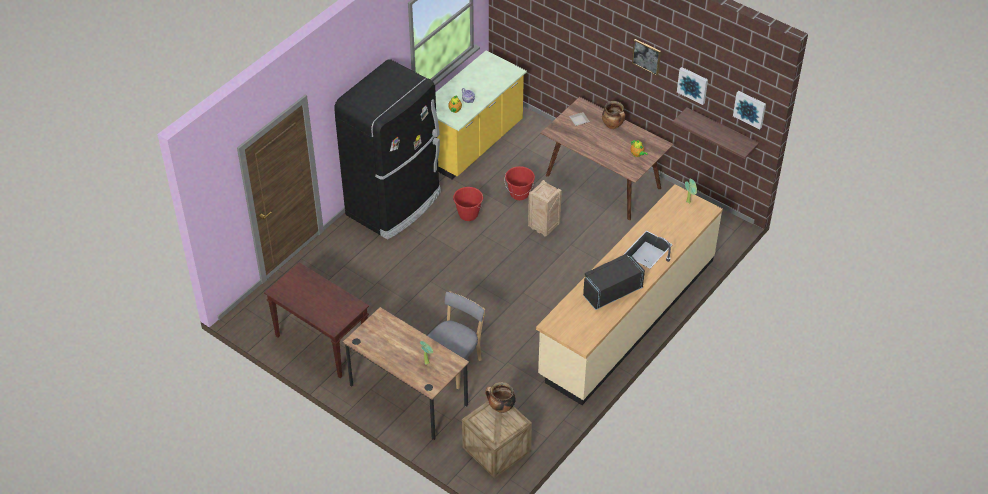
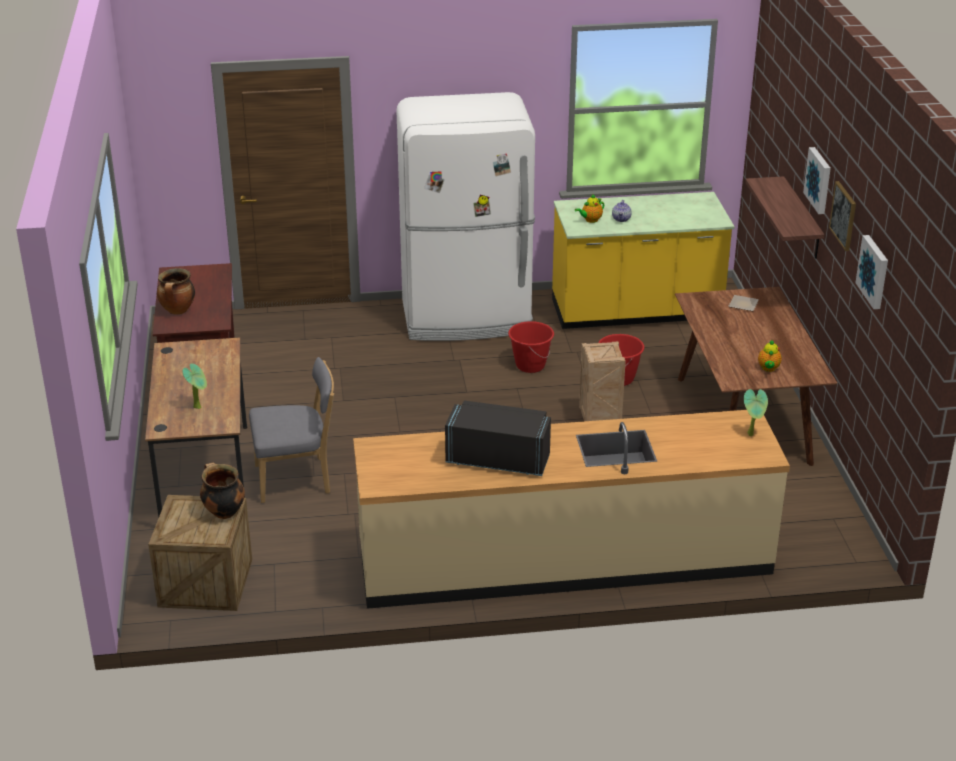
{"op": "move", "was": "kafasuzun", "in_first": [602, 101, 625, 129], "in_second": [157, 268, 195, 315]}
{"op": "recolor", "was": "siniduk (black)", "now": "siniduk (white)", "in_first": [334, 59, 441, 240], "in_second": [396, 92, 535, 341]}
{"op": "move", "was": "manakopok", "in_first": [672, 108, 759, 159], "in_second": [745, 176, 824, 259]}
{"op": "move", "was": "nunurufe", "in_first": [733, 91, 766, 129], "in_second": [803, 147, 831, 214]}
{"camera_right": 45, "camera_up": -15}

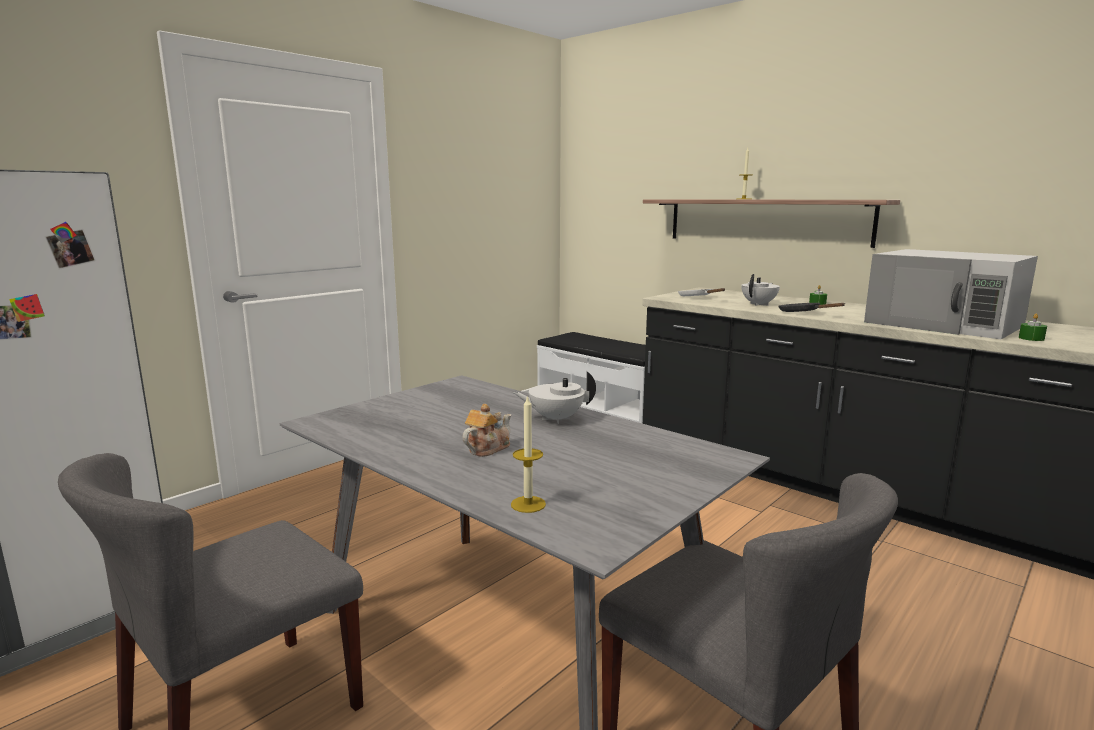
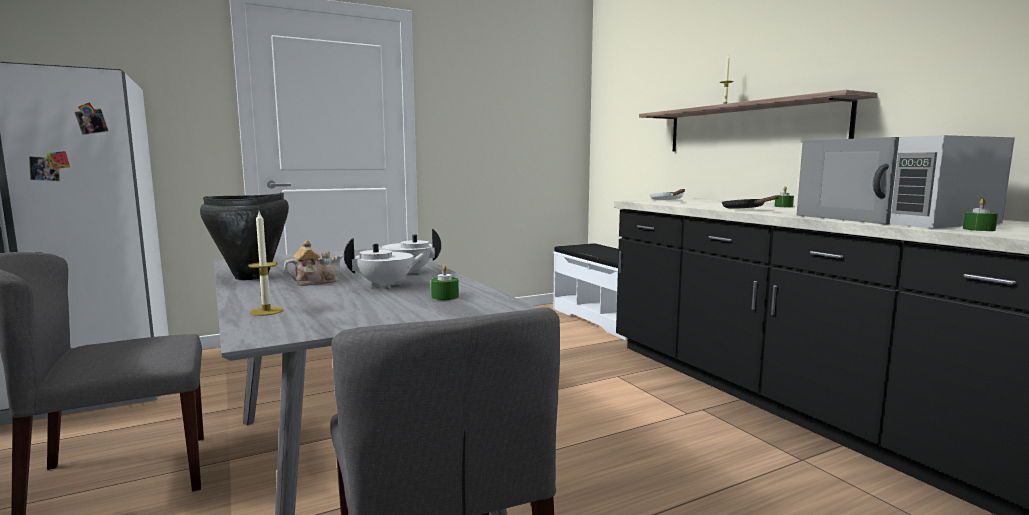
{"op": "insert", "now": "kafasuzun (black)", "in_second": [200, 192, 289, 280]}
{"op": "move", "was": "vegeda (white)", "in_first": [741, 274, 780, 306], "in_second": [344, 238, 427, 289]}
{"op": "insert", "now": "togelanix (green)", "in_second": [431, 265, 459, 300]}
{"camera_right": 20, "camera_up": -5}

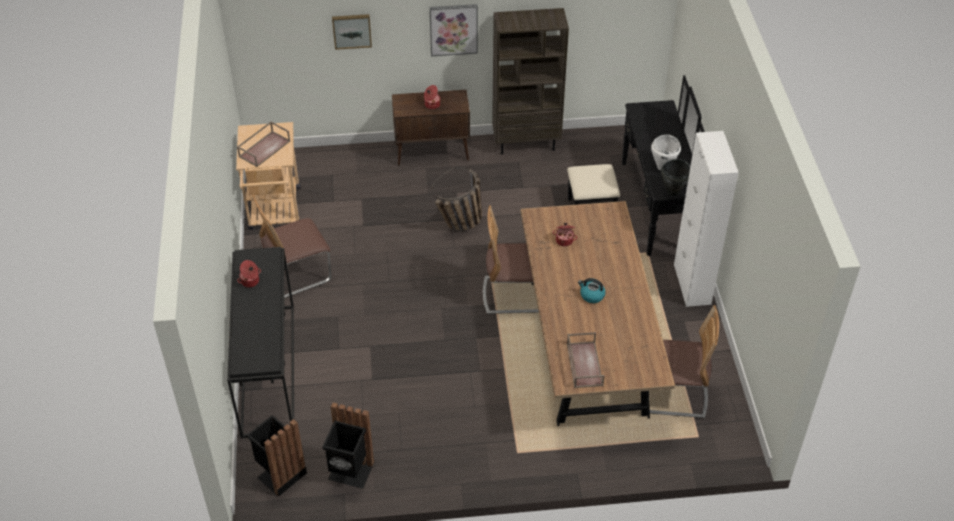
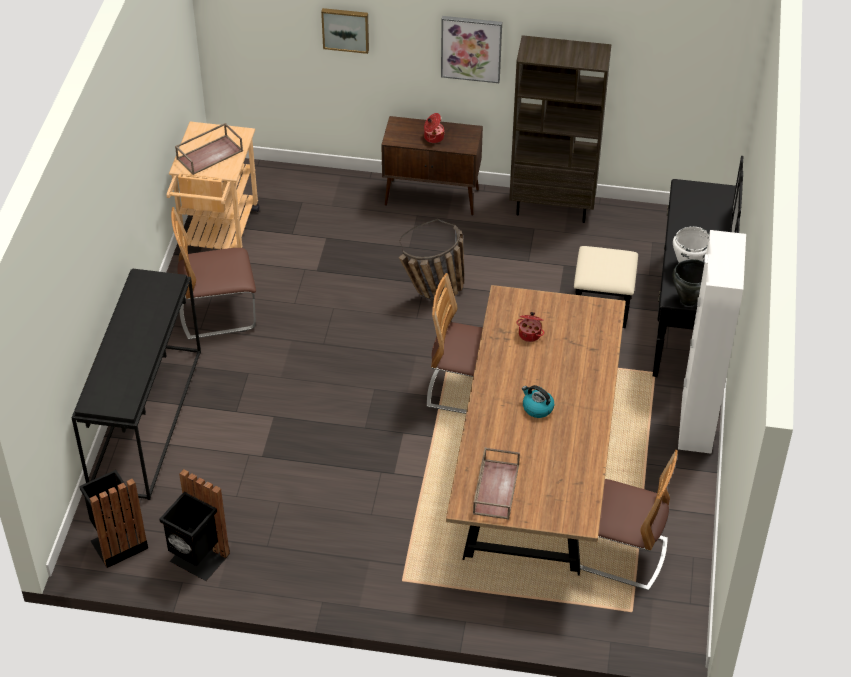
{"op": "delete", "was": "kafasuzun", "in_first": [237, 260, 261, 287]}
{"camera_right": 15, "camera_up": 0}

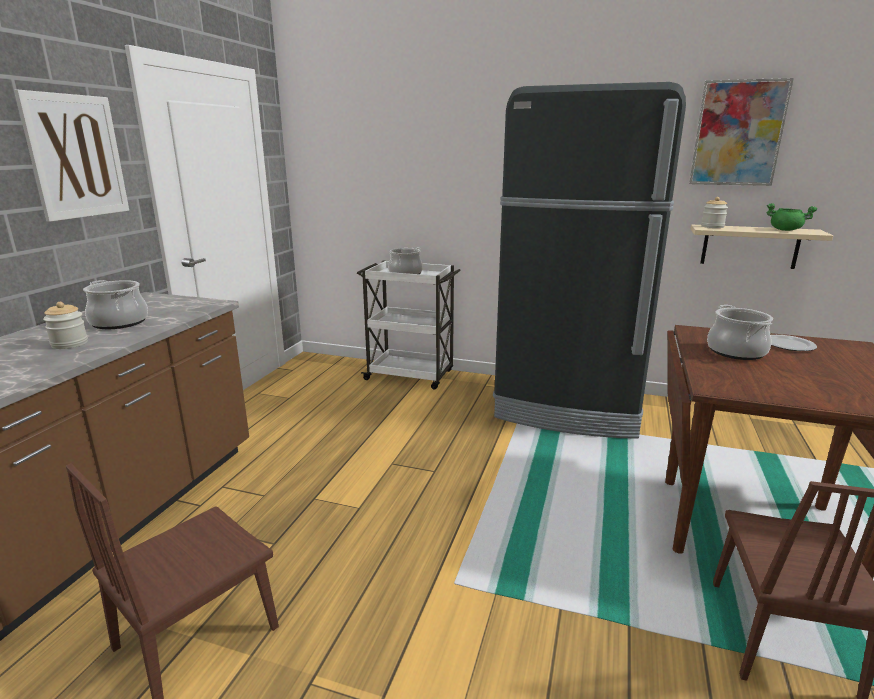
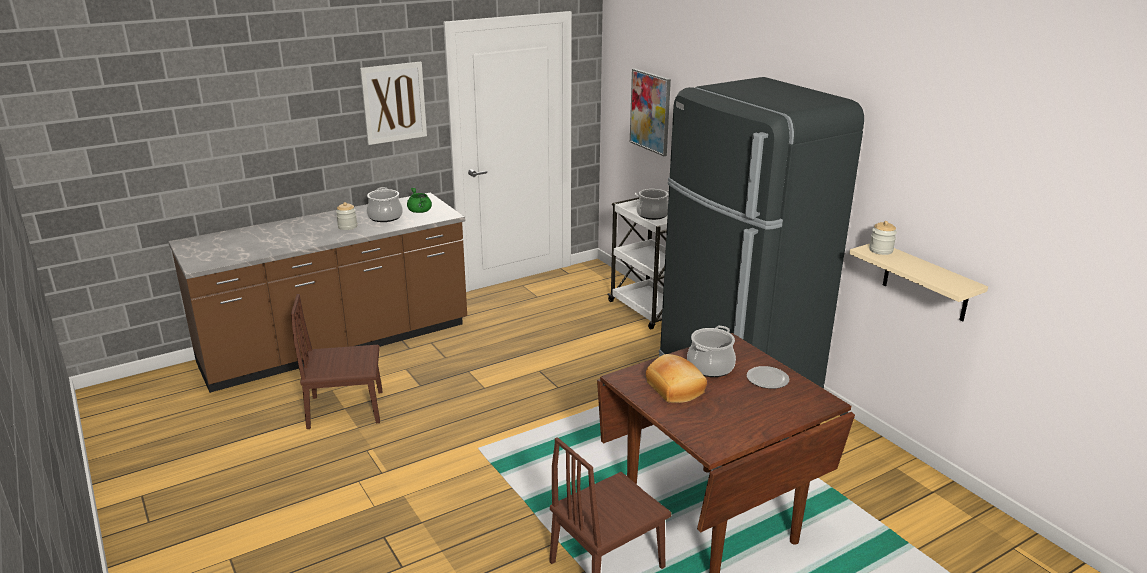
{"op": "move", "was": "kafasuzun (green)", "in_first": [767, 203, 818, 231], "in_second": [407, 188, 432, 213]}
{"op": "move", "was": "nunurufe", "in_first": [689, 78, 794, 186], "in_second": [630, 69, 671, 156]}
{"op": "insert", "now": "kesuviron", "in_second": [646, 354, 707, 403]}
{"camera_right": 40, "camera_up": 5}

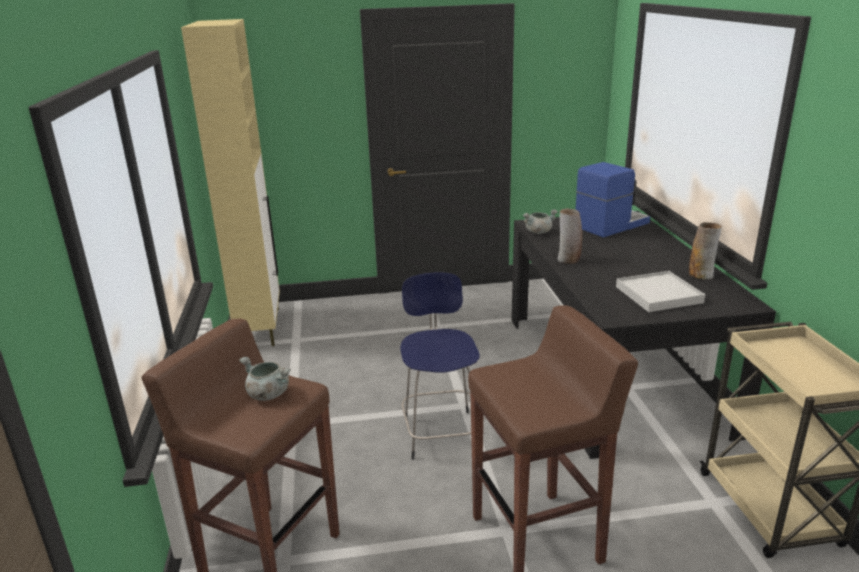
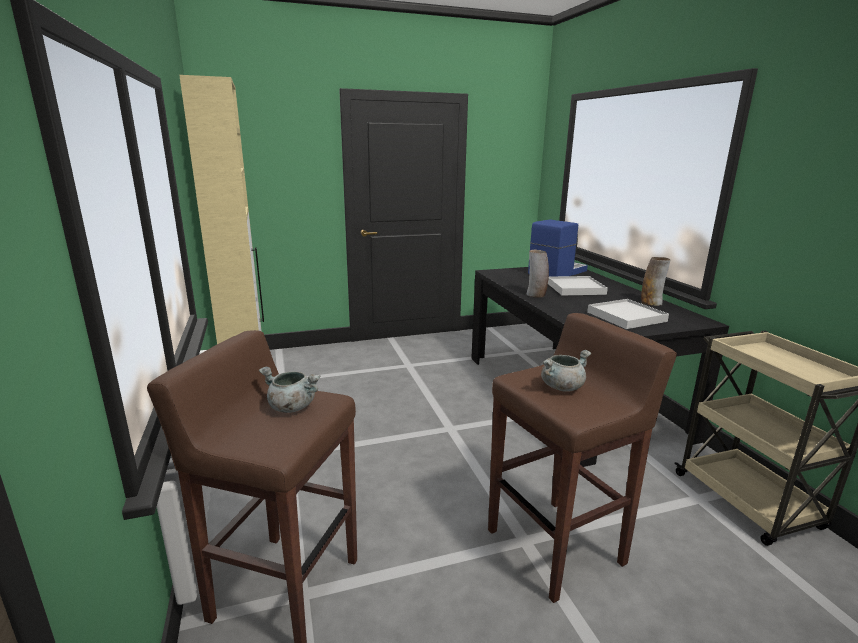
{"op": "move", "was": "kafasuzun (grey)", "in_first": [523, 209, 558, 234], "in_second": [541, 350, 591, 392]}
{"op": "insert", "now": "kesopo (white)", "in_second": [548, 276, 608, 295]}
{"op": "delete", "was": "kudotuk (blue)", "in_first": [400, 272, 480, 460]}
{"camera_right": -10, "camera_up": -5}

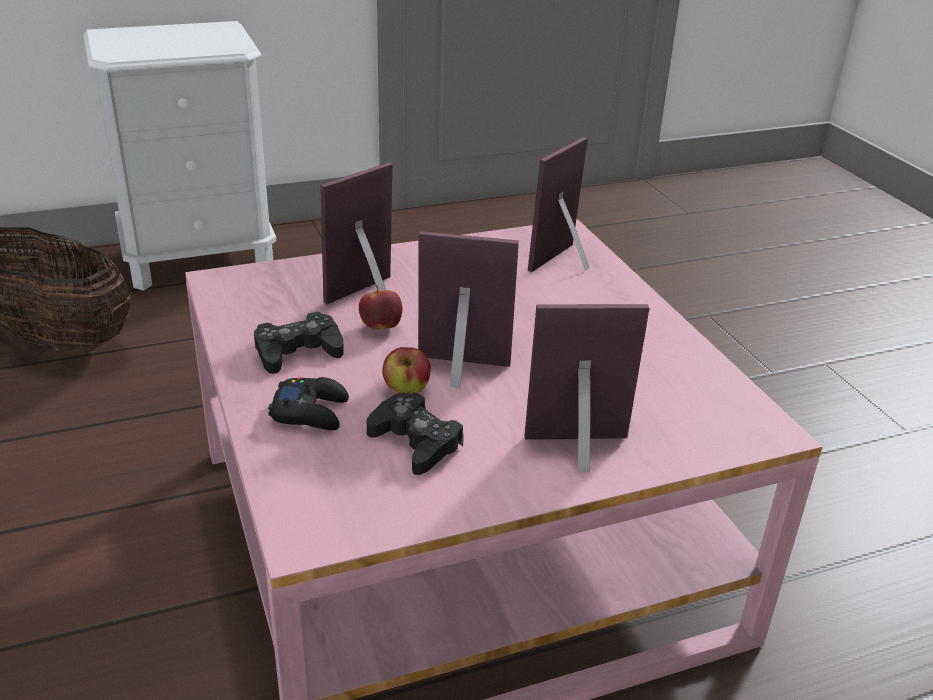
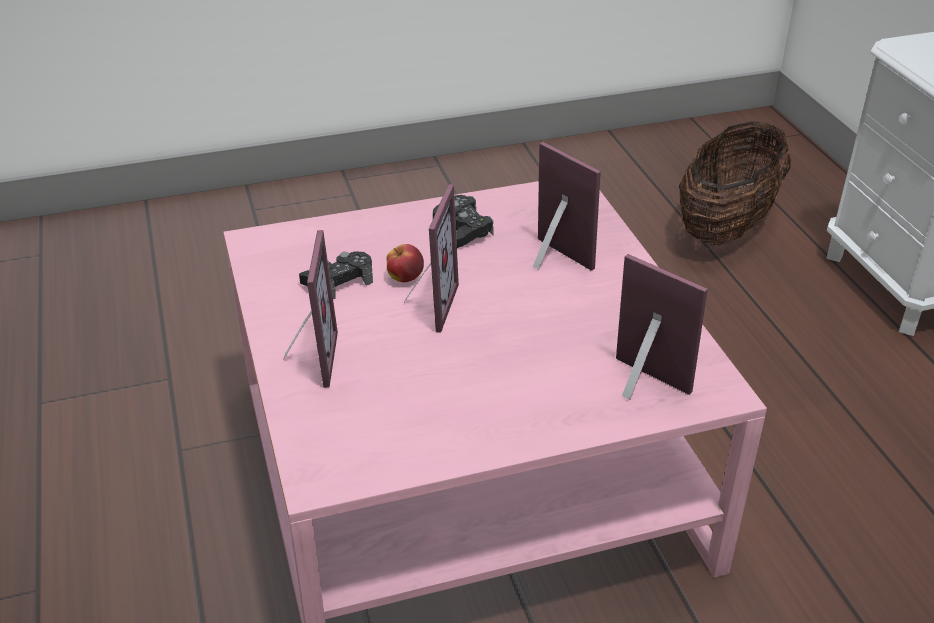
{"op": "delete", "was": "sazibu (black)", "in_first": [268, 377, 349, 430]}
{"op": "delete", "was": "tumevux", "in_first": [359, 285, 403, 330]}
{"camera_right": 95, "camera_up": 5}

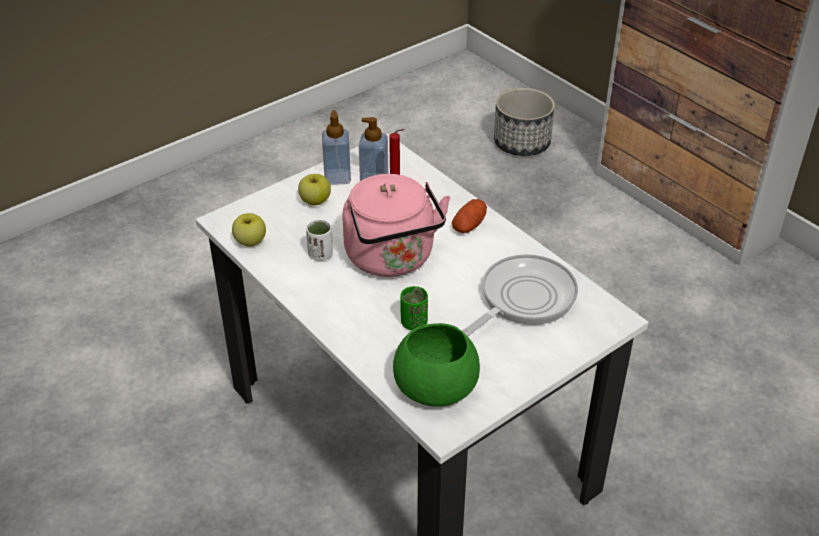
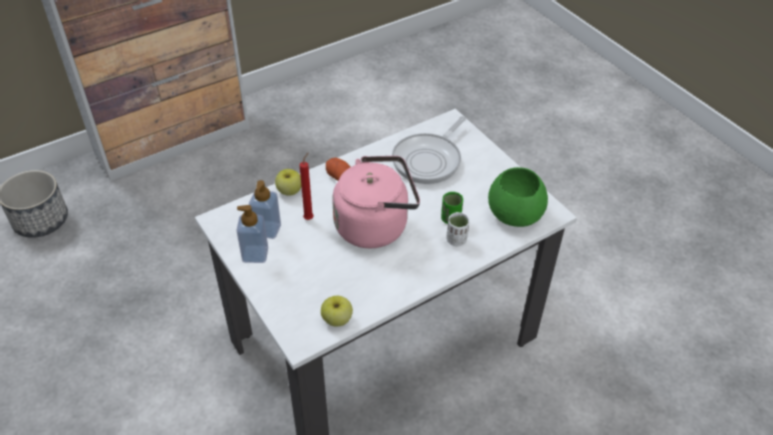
{"op": "move", "was": "tumevux", "in_first": [298, 174, 331, 206], "in_second": [275, 169, 301, 196]}
{"op": "rotate", "was": "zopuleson", "in_first": [462, 254, 578, 337], "in_second": [392, 116, 466, 184], "clockwise": -105}
{"op": "move", "was": "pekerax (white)", "in_first": [306, 219, 333, 261], "in_second": [446, 212, 470, 246]}
{"camera_right": -85, "camera_up": 5}

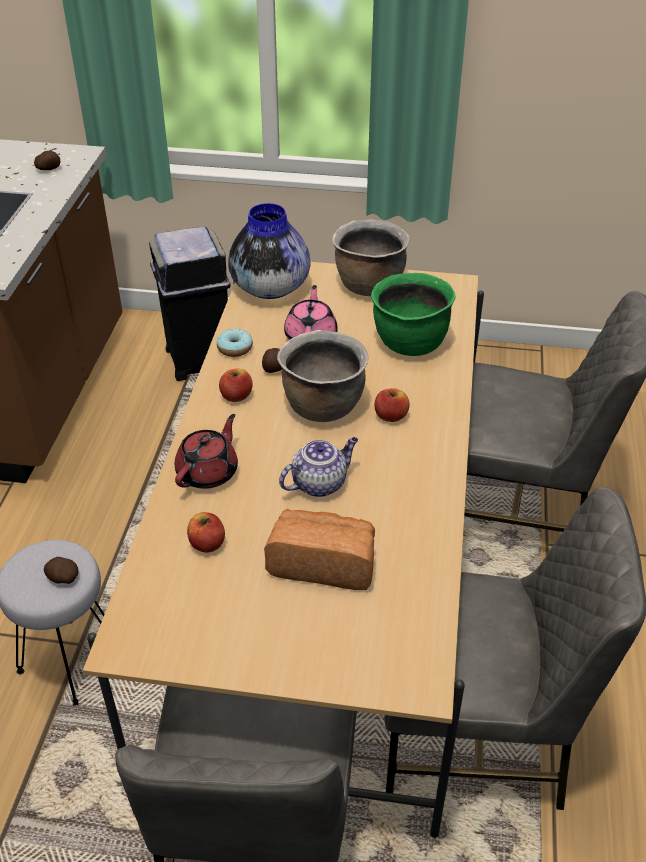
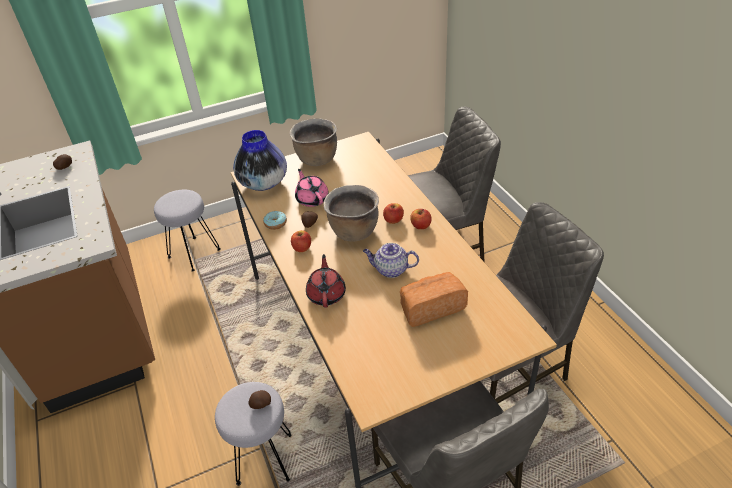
{"op": "replace", "was": "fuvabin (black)", "now": "kudotuk (grey)", "in_first": [149, 226, 231, 381], "in_second": [154, 190, 221, 272]}
{"op": "rotate", "was": "vegeda", "in_first": [279, 437, 358, 497], "in_second": [363, 243, 419, 278], "clockwise": -105}
{"op": "move", "was": "tumevux", "in_first": [187, 512, 225, 553], "in_second": [410, 209, 432, 229]}
{"op": "delete", "was": "kafasuzun (green)", "in_first": [371, 273, 456, 356]}
{"camera_right": -30, "camera_up": 0}

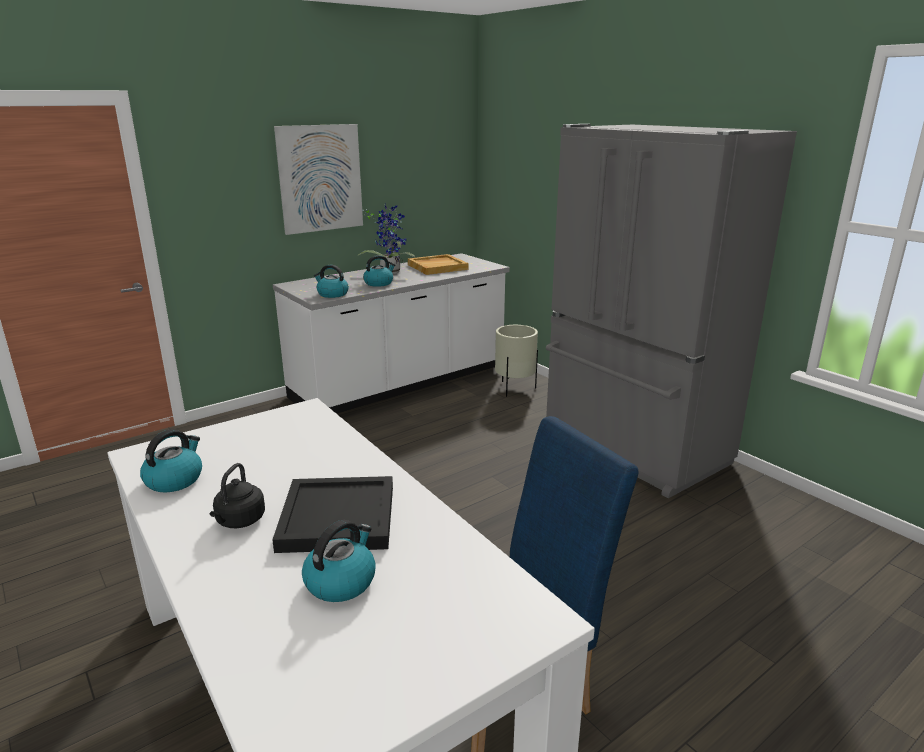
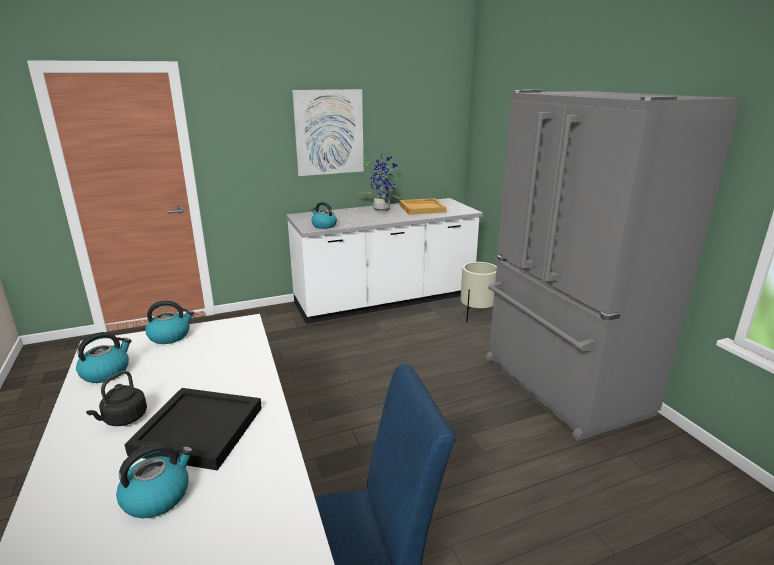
{"op": "move", "was": "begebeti", "in_first": [363, 255, 395, 287], "in_second": [145, 300, 194, 344]}
{"camera_right": 15, "camera_up": 0}

